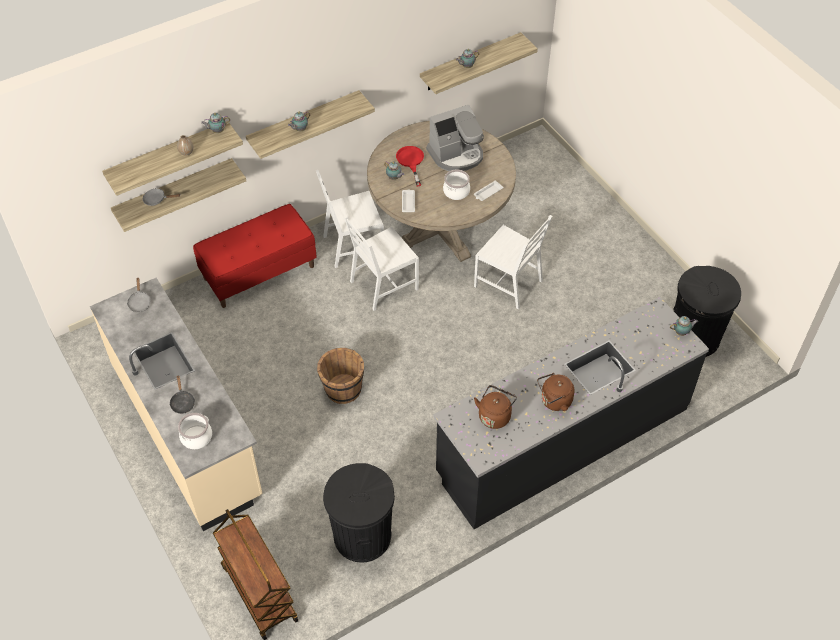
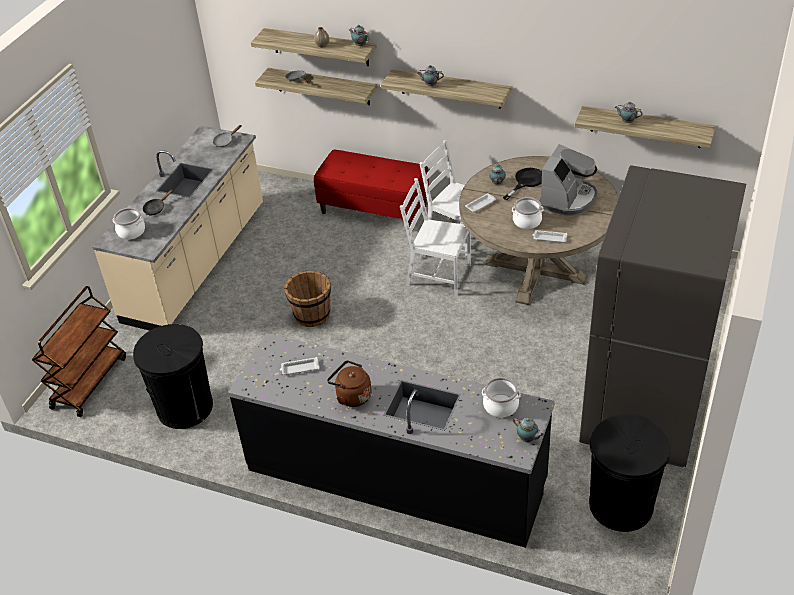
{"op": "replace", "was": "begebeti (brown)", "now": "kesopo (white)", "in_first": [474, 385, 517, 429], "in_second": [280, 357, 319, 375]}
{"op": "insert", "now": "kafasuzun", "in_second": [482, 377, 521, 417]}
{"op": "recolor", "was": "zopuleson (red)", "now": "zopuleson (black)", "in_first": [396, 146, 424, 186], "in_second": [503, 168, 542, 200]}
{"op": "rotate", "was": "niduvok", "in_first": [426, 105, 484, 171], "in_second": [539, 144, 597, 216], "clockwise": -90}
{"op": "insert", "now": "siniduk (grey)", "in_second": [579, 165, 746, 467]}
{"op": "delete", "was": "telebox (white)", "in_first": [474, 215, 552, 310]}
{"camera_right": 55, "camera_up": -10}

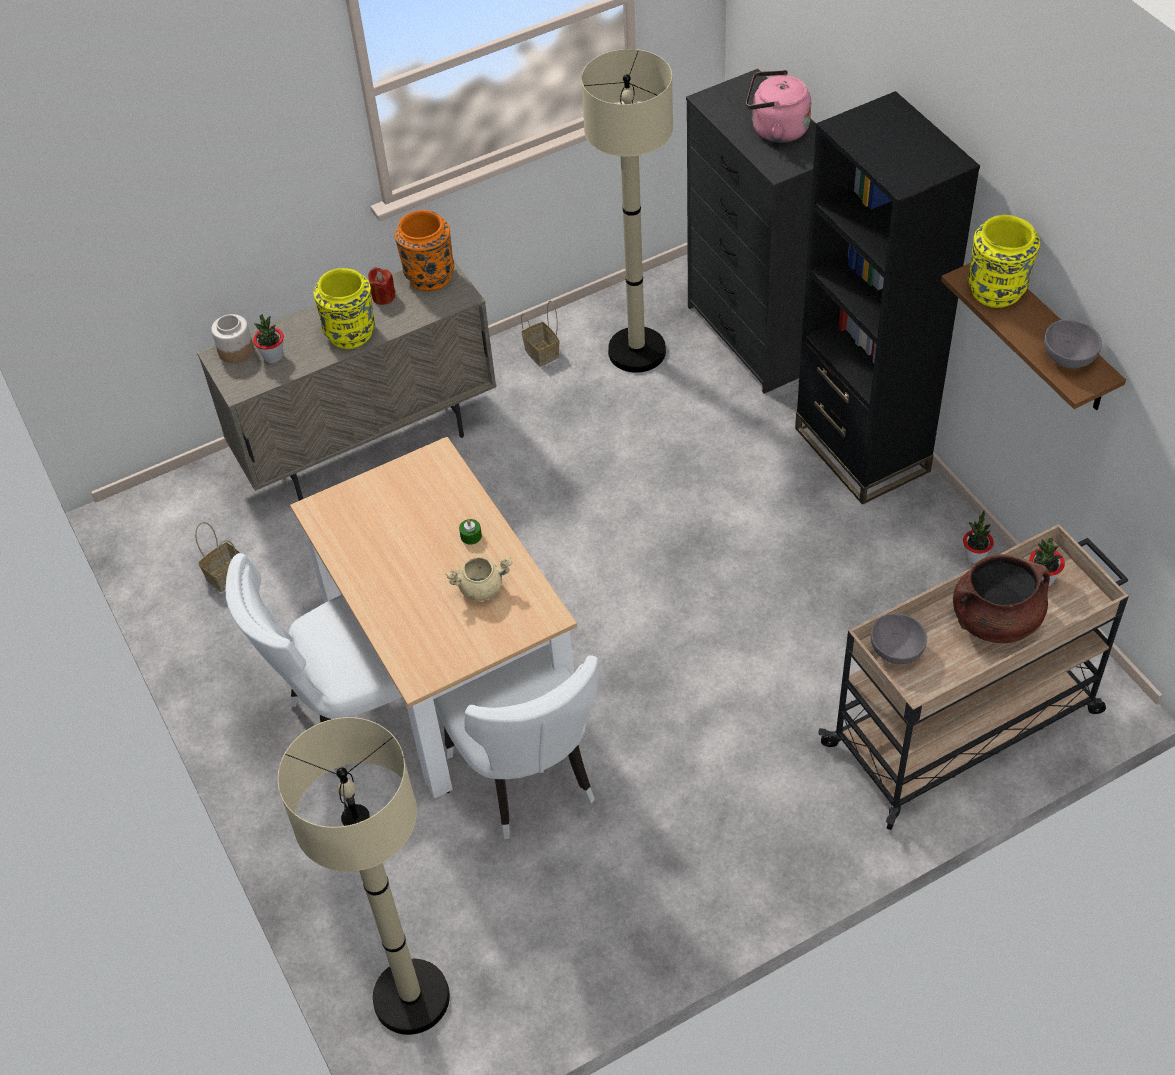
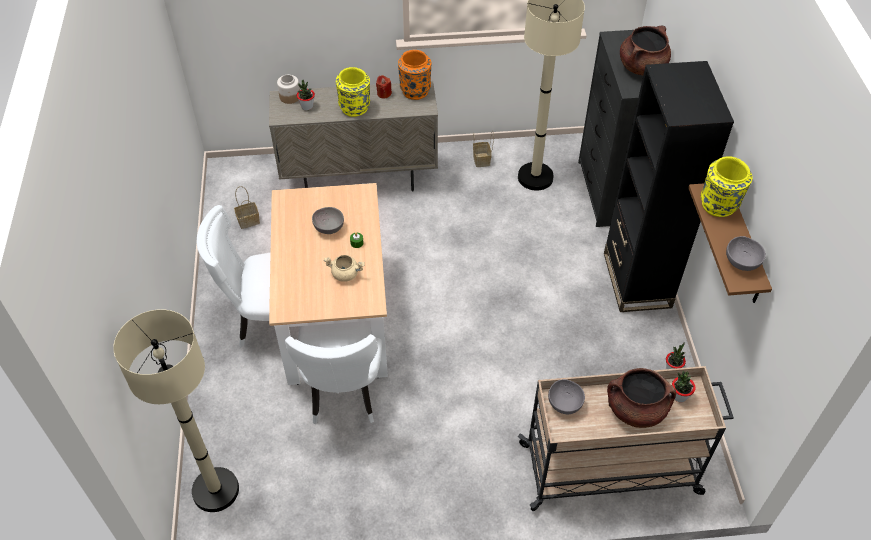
{"op": "insert", "now": "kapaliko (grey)", "in_second": [312, 207, 344, 234]}
{"op": "replace", "was": "begebeti (pink)", "now": "kafasuzun (brown)", "in_first": [746, 70, 811, 143], "in_second": [620, 26, 671, 75]}
{"camera_right": 20, "camera_up": 0}

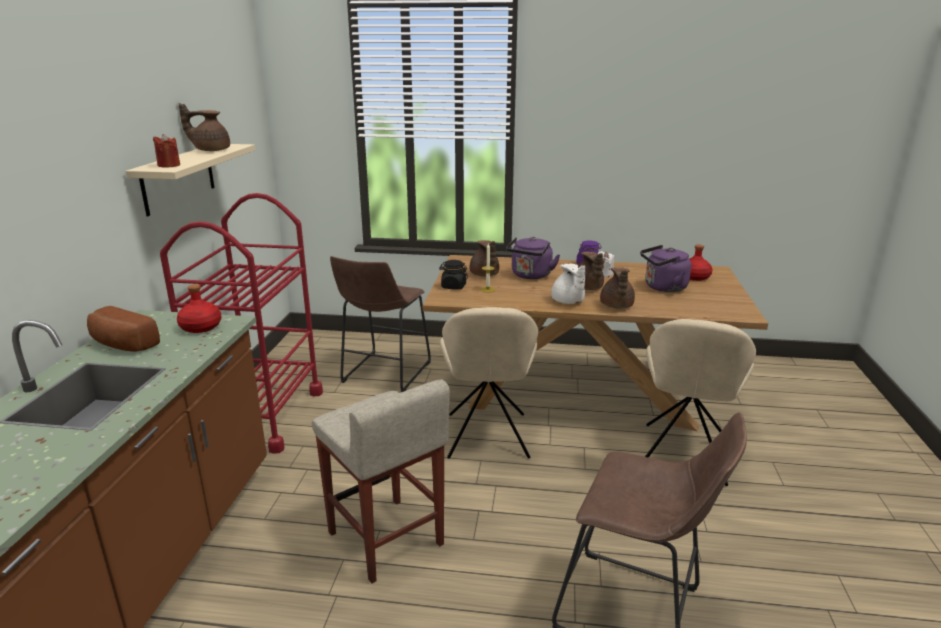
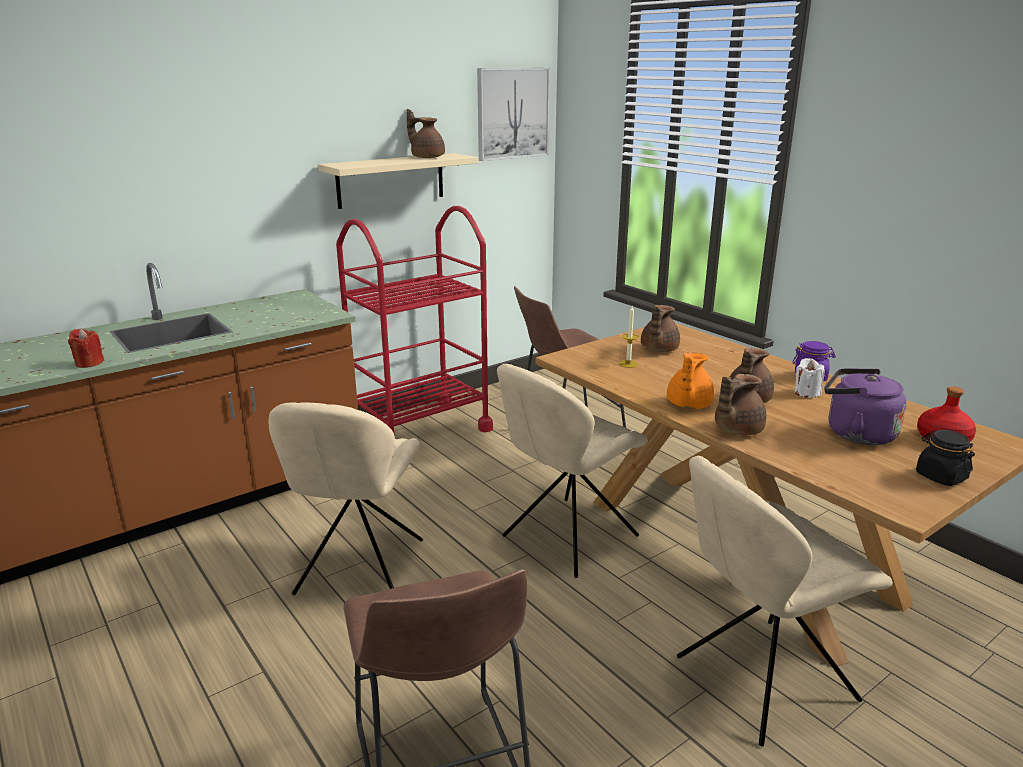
{"op": "move", "was": "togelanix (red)", "in_first": [153, 134, 180, 167], "in_second": [68, 328, 104, 368]}
{"op": "replace", "was": "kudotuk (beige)", "now": "telebox (beige)", "in_first": [312, 379, 450, 583], "in_second": [269, 402, 423, 595]}
{"op": "insert", "now": "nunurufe", "in_second": [477, 68, 550, 161]}
{"op": "recolor", "was": "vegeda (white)", "now": "vegeda (orange)", "in_first": [551, 263, 585, 304], "in_second": [667, 352, 714, 409]}
{"op": "move", "was": "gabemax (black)", "in_first": [439, 260, 468, 289], "in_second": [916, 430, 975, 486]}
{"op": "delete", "was": "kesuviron", "in_first": [87, 306, 160, 352]}
{"op": "delete", "was": "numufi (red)", "in_first": [177, 284, 222, 333]}
{"op": "delete", "was": "begebeti (purple)", "in_first": [506, 237, 560, 279]}
{"camera_right": 45, "camera_up": 0}

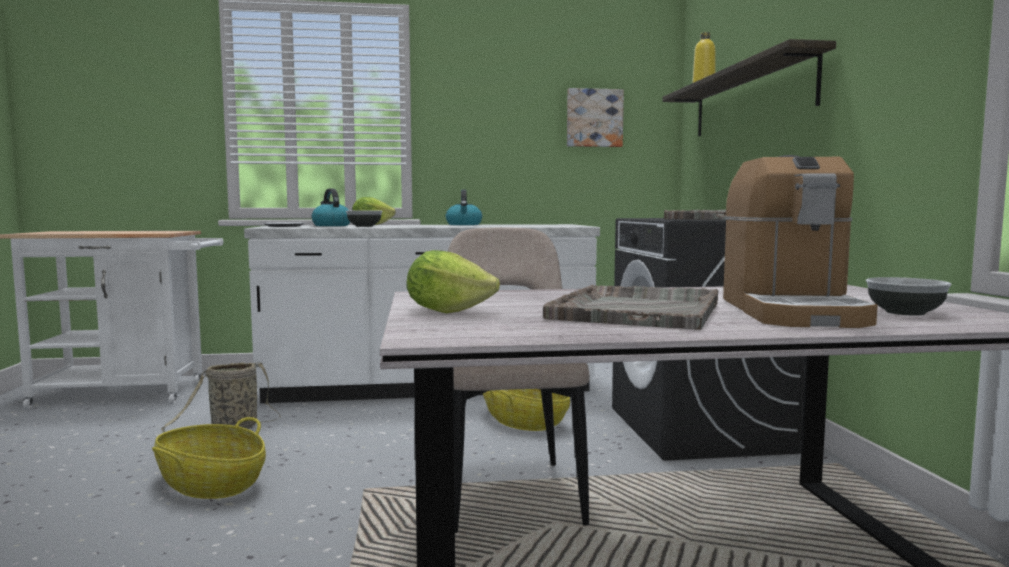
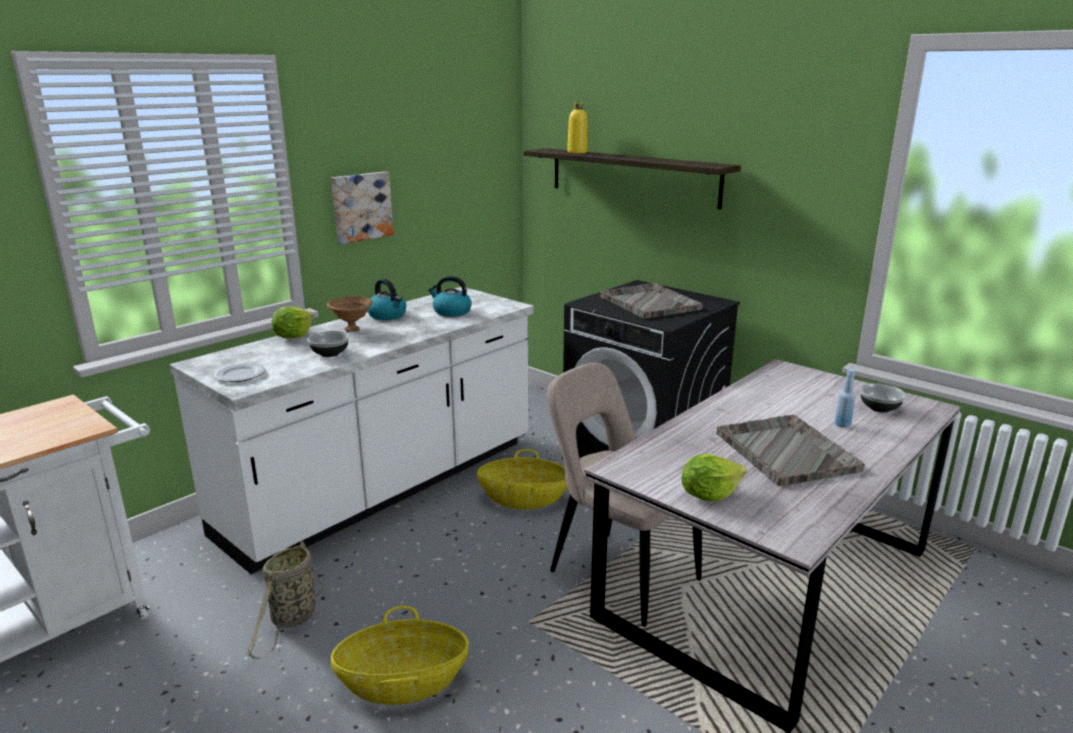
{"op": "insert", "now": "kapaliko (brown)", "in_second": [327, 296, 373, 331]}
{"op": "move", "was": "nunurufe", "in_first": [567, 88, 624, 147], "in_second": [331, 171, 394, 244]}
{"op": "move", "was": "begebeti", "in_first": [311, 188, 350, 226], "in_second": [428, 276, 472, 317]}
{"op": "replace", "was": "niduvok", "now": "numufi (blue)", "in_first": [723, 155, 878, 328], "in_second": [835, 369, 855, 428]}
{"camera_right": -40, "camera_up": 15}

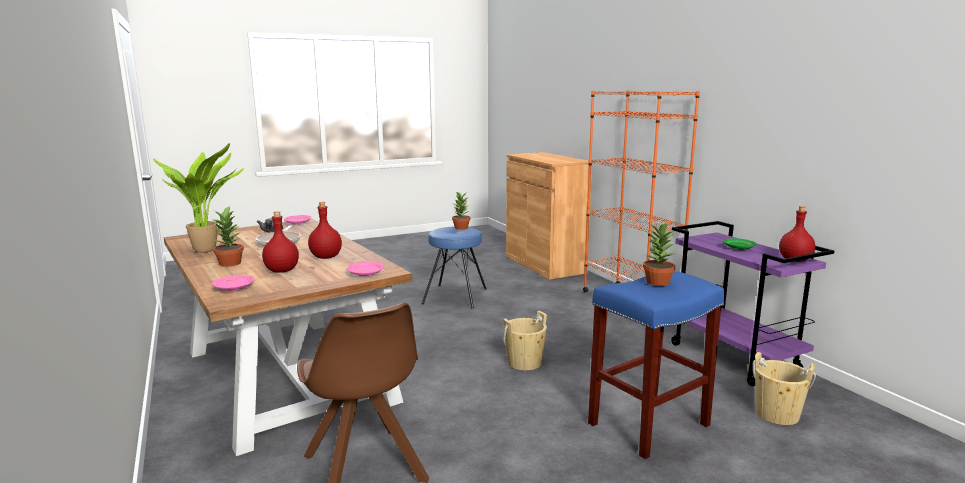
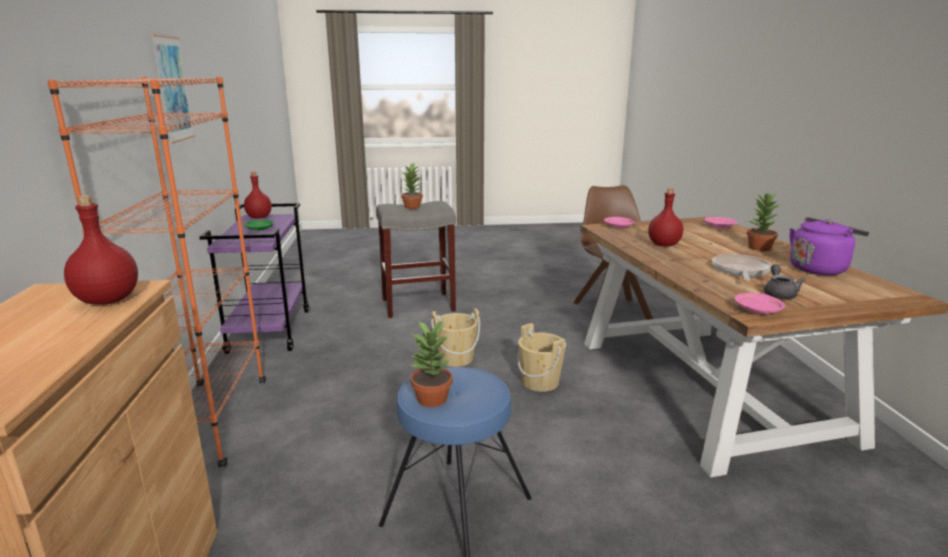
{"op": "move", "was": "numufi (red)", "in_first": [262, 211, 299, 273], "in_second": [64, 195, 138, 305]}
{"op": "insert", "now": "nunurufe", "in_second": [150, 34, 195, 144]}
{"op": "recolor", "was": "kudotuk (blue)", "now": "kudotuk (grey)", "in_first": [588, 271, 725, 459], "in_second": [376, 201, 456, 318]}
{"op": "move", "was": "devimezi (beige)", "in_first": [752, 352, 816, 425], "in_second": [518, 323, 566, 392]}
{"op": "replace", "was": "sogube", "now": "begebeti (purple)", "in_first": [153, 143, 244, 253], "in_second": [789, 217, 869, 275]}
{"camera_right": -160, "camera_up": 5}

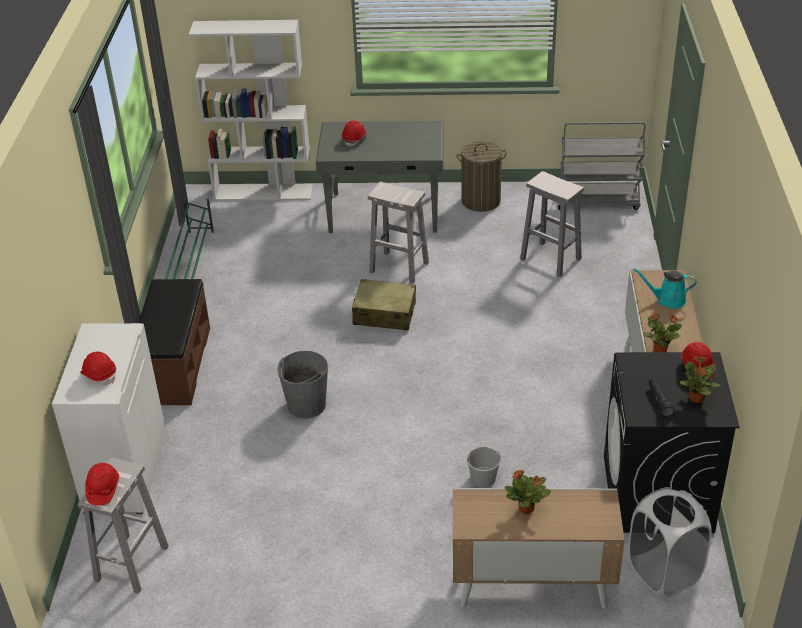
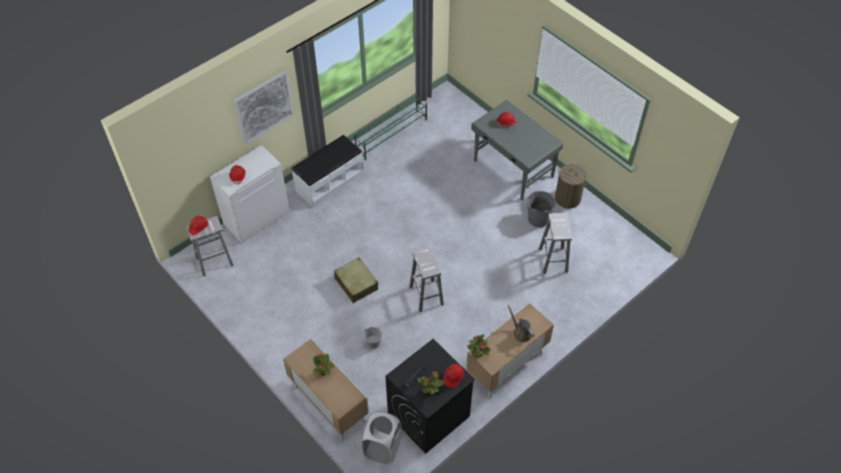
{"op": "insert", "now": "nunurufe", "in_second": [234, 70, 294, 144]}
{"op": "recolor", "was": "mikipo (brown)", "now": "mikipo (white)", "in_first": [139, 279, 210, 405], "in_second": [291, 135, 364, 208]}
{"op": "move", "was": "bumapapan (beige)", "in_first": [352, 279, 416, 331], "in_second": [334, 257, 378, 303]}
{"op": "move", "was": "kudotuk (white)", "in_first": [368, 182, 429, 284], "in_second": [409, 247, 444, 312]}
{"op": "recolor", "was": "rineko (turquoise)", "now": "rineko (brown)", "in_first": [633, 269, 697, 309], "in_second": [507, 305, 534, 342]}
{"op": "move", "was": "devimezi (grey)", "in_first": [277, 351, 328, 419], "in_second": [527, 191, 556, 228]}
{"op": "delete", "was": "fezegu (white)", "in_first": [189, 20, 313, 201]}
{"op": "delete", "was": "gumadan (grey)", "in_first": [558, 122, 645, 210]}
{"camera_right": 45, "camera_up": 15}

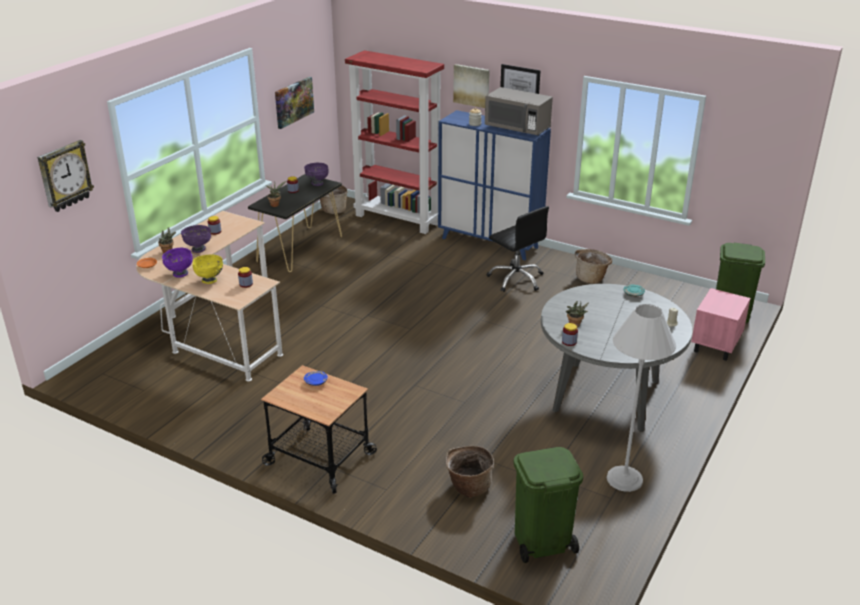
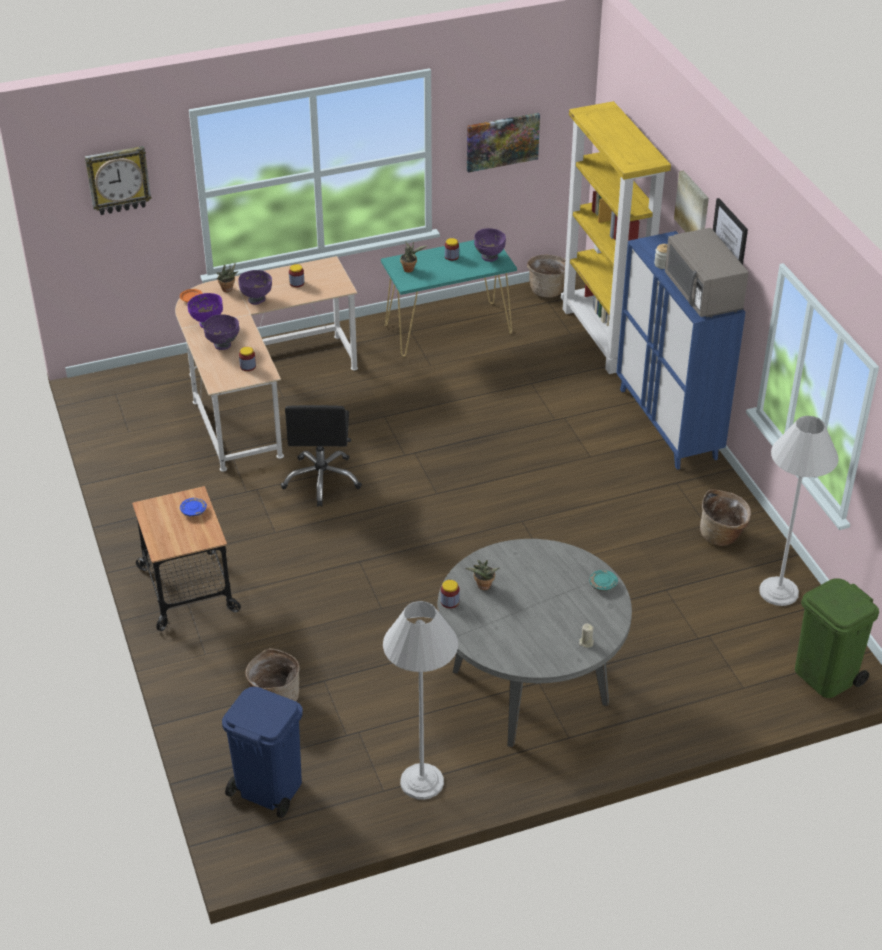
{"op": "recolor", "was": "kapaliko (yellow)", "now": "kapaliko (purple)", "in_first": [193, 255, 223, 284], "in_second": [203, 314, 240, 350]}
{"op": "recolor", "was": "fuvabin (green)", "now": "fuvabin (blue)", "in_first": [514, 447, 583, 563], "in_second": [222, 687, 303, 818]}
{"op": "move", "was": "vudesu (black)", "in_first": [487, 206, 549, 292], "in_second": [281, 405, 362, 507]}
{"op": "recolor", "was": "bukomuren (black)", "now": "bukomuren (turquoise)", "in_first": [248, 174, 342, 272], "in_second": [381, 240, 517, 357]}
{"op": "recolor", "was": "fezegu (red)", "now": "fezegu (yellow)", "in_first": [345, 50, 444, 234], "in_second": [561, 101, 671, 374]}
{"op": "insert", "now": "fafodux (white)", "in_second": [759, 416, 839, 606]}
{"op": "delete", "was": "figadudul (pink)", "in_first": [691, 288, 750, 361]}
{"camera_right": 40, "camera_up": 10}

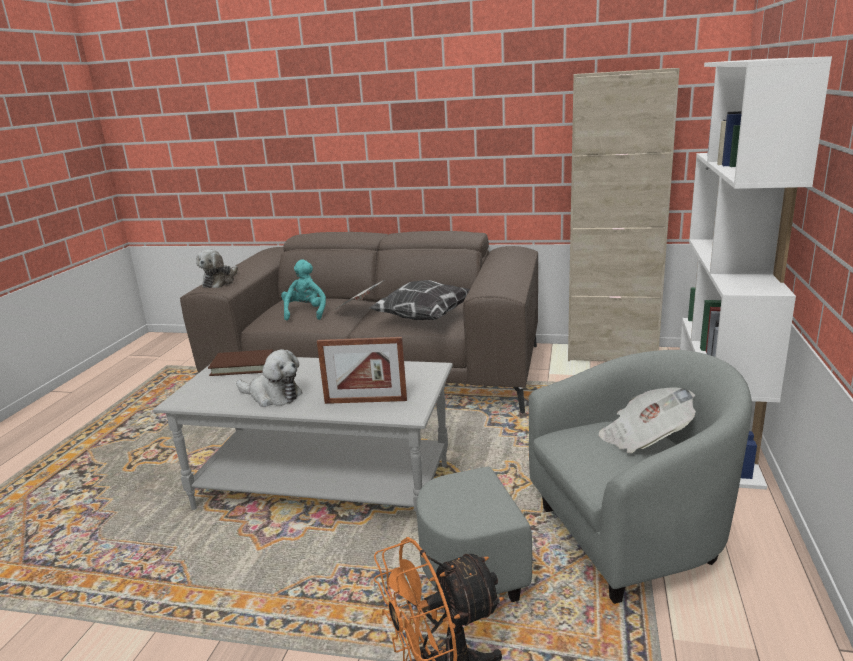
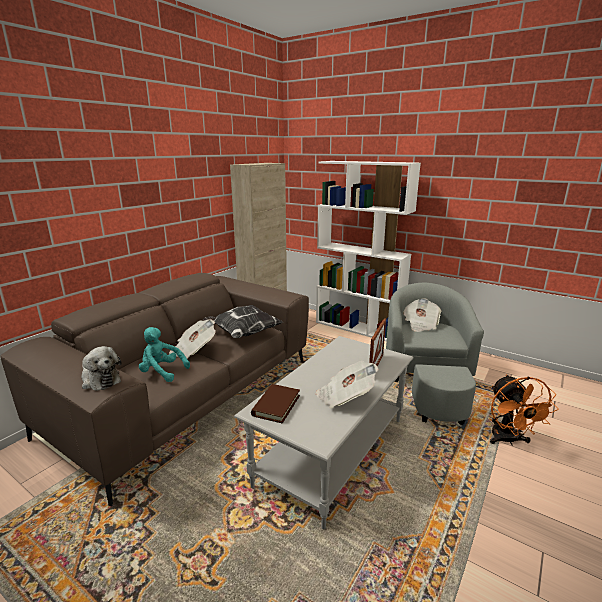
{"op": "replace", "was": "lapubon", "now": "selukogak", "in_first": [236, 349, 302, 407], "in_second": [316, 361, 379, 408]}
{"camera_right": -70, "camera_up": 0}

